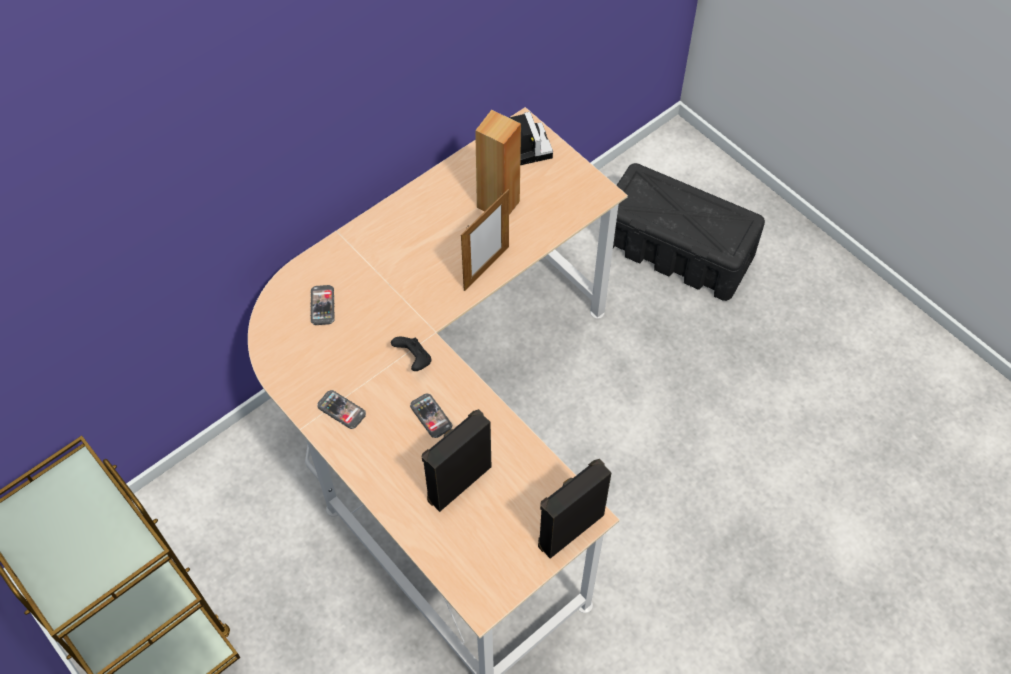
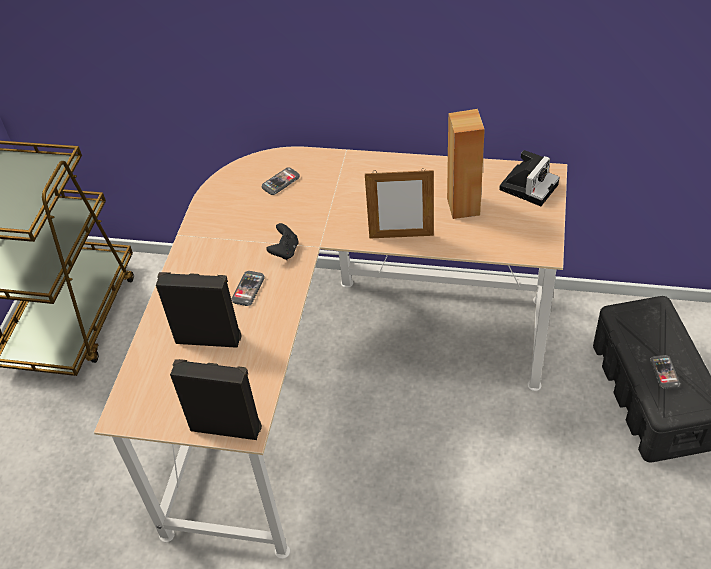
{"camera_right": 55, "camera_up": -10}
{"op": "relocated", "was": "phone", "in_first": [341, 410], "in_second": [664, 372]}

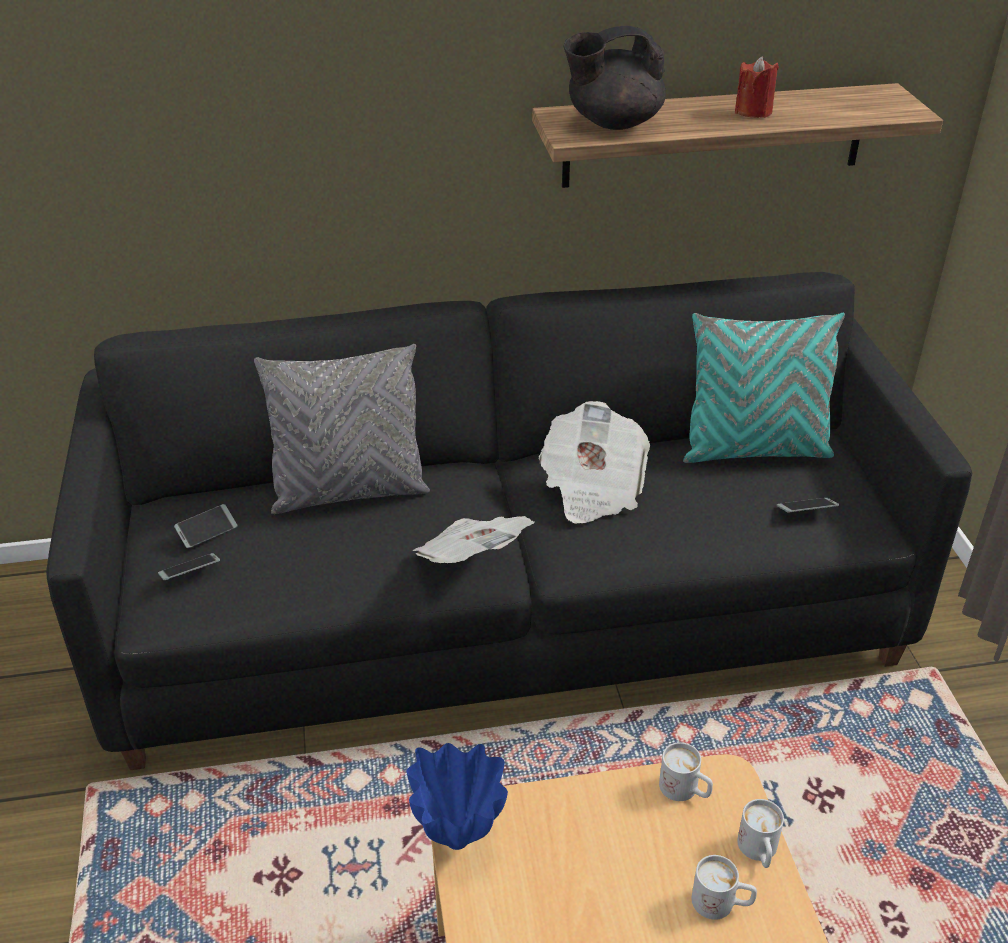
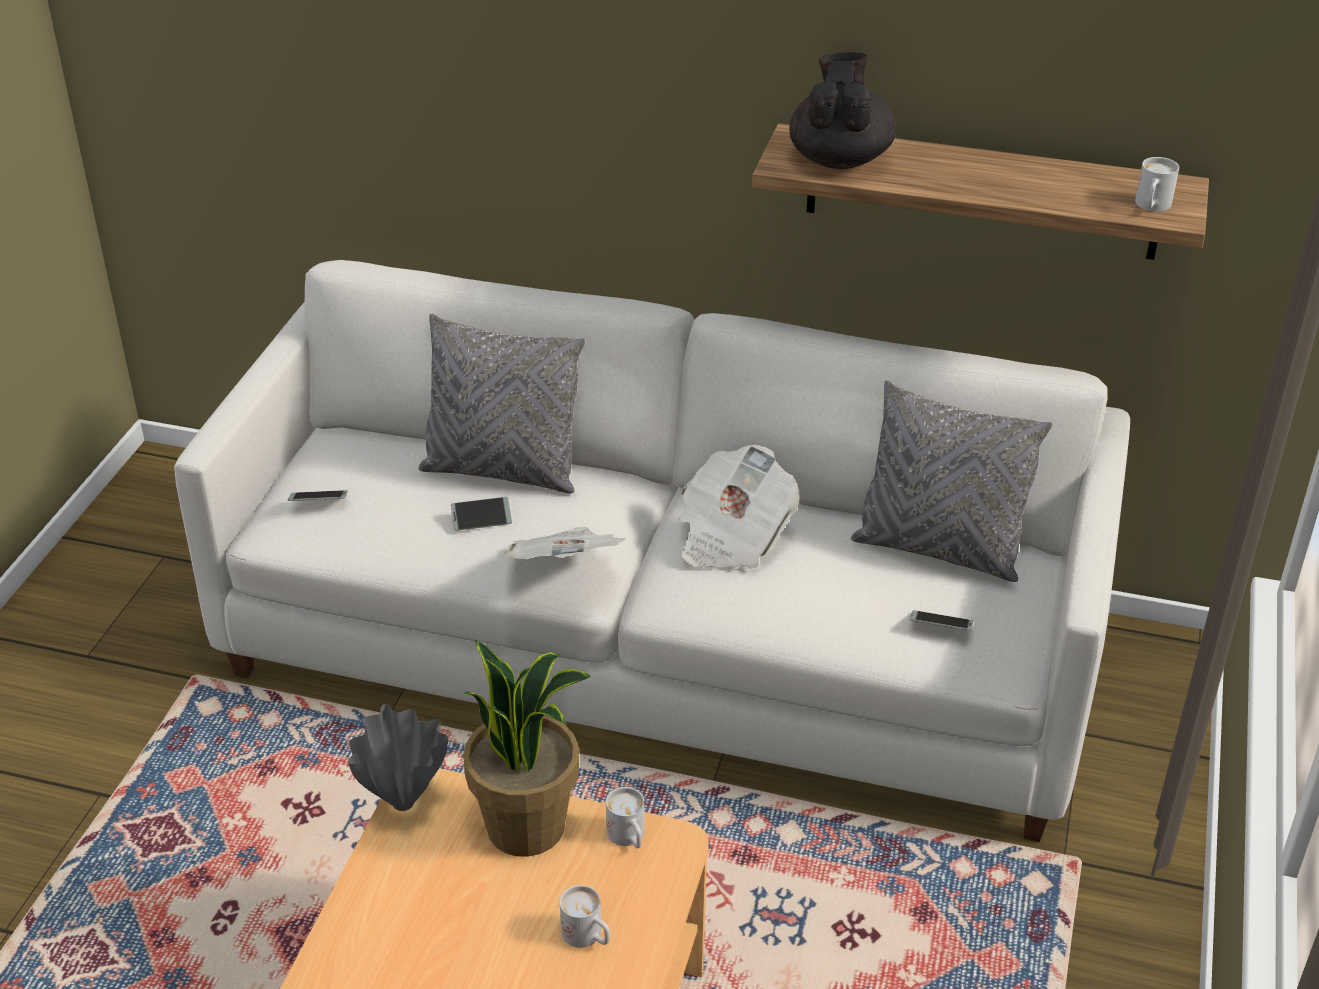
{"camera_right": 25, "camera_up": 0}
{"op": "missing", "was": "red candle", "in_first": [753, 111]}
{"op": "appeared", "now": "potted plant", "in_second": [527, 826]}
{"op": "relocated", "was": "phone", "in_first": [207, 531], "in_second": [481, 519]}
{"op": "relocated", "was": "whitish coffee mug", "in_first": [759, 852], "in_second": [1151, 207]}
{"op": "colour", "was": "black settee", "now": "whitish settee", "in_first": [506, 611], "in_second": [661, 649]}
{"op": "colour", "was": "blue flower vase", "now": "greyish flower vase", "in_first": [458, 841], "in_second": [403, 804]}
{"op": "colour", "was": "blue-green cushion", "now": "greyish cushion", "in_first": [754, 449], "in_second": [938, 549]}
{"op": "spun", "was": "black pot for tea", "in_first": [613, 123], "in_second": [839, 159], "clockwise": 90}

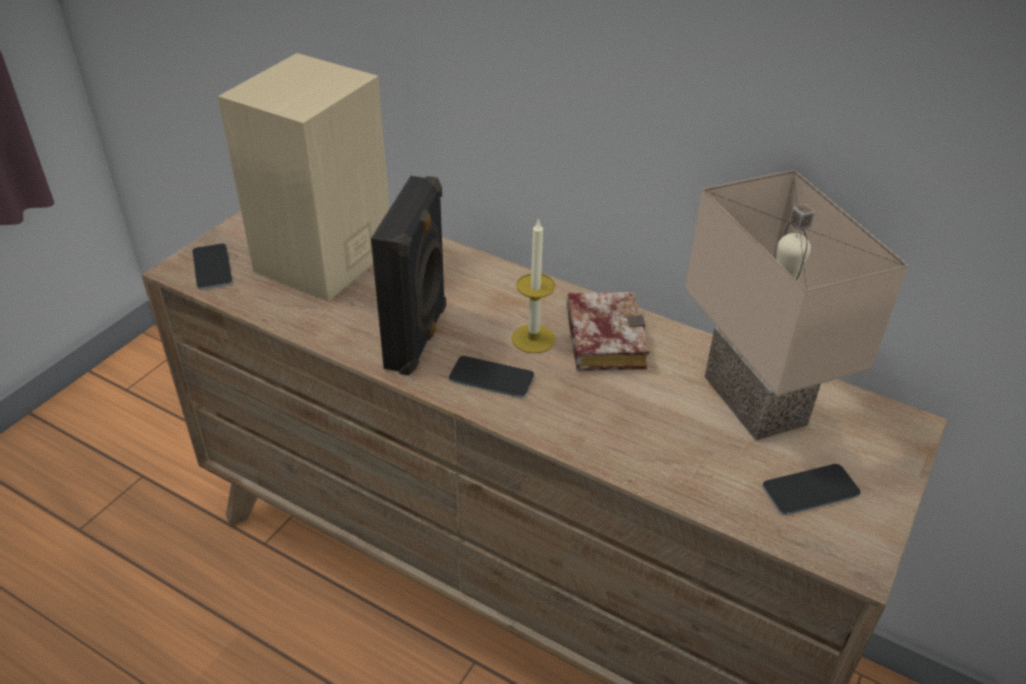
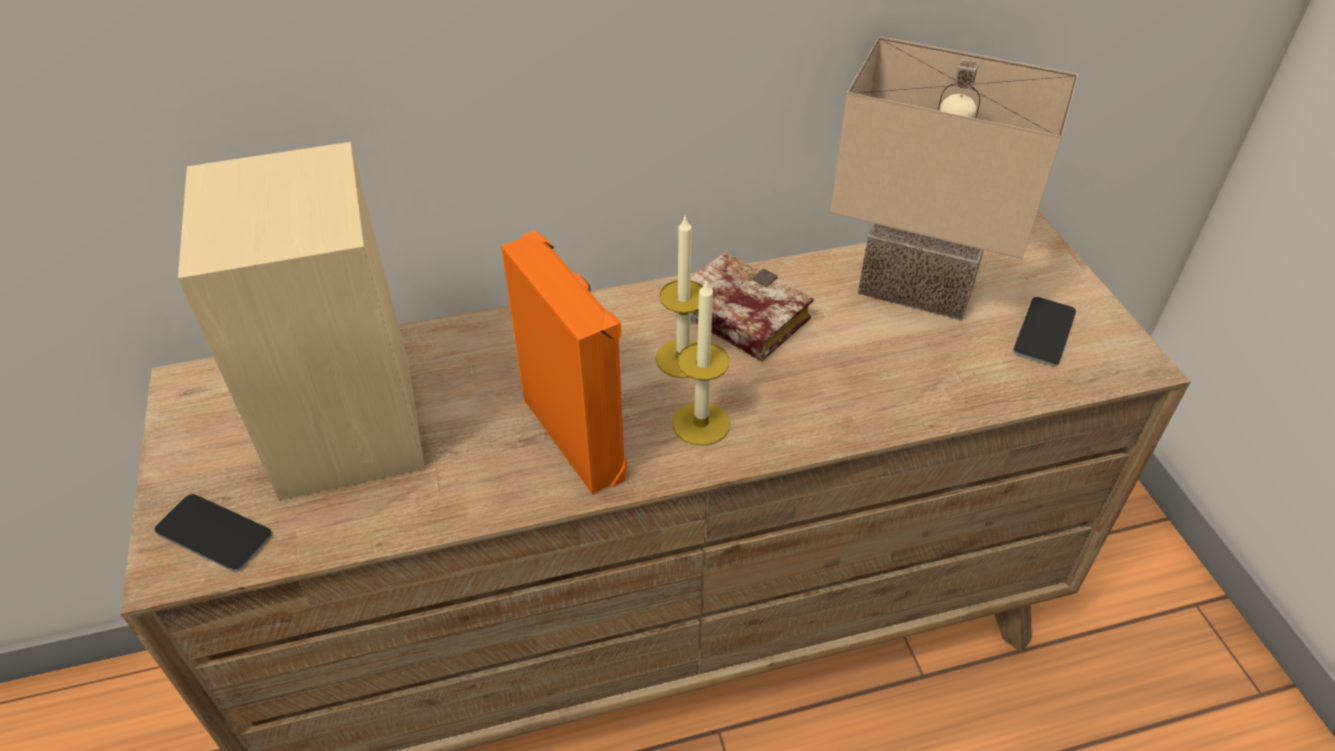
{"camera_right": -45, "camera_up": 5}
{"op": "exchanged", "was": "phone", "now": "candle", "in_first": [491, 377], "in_second": [701, 423]}
{"op": "colour", "was": "black audio speaker", "now": "orange-coloured audio speaker", "in_first": [418, 337], "in_second": [577, 436]}

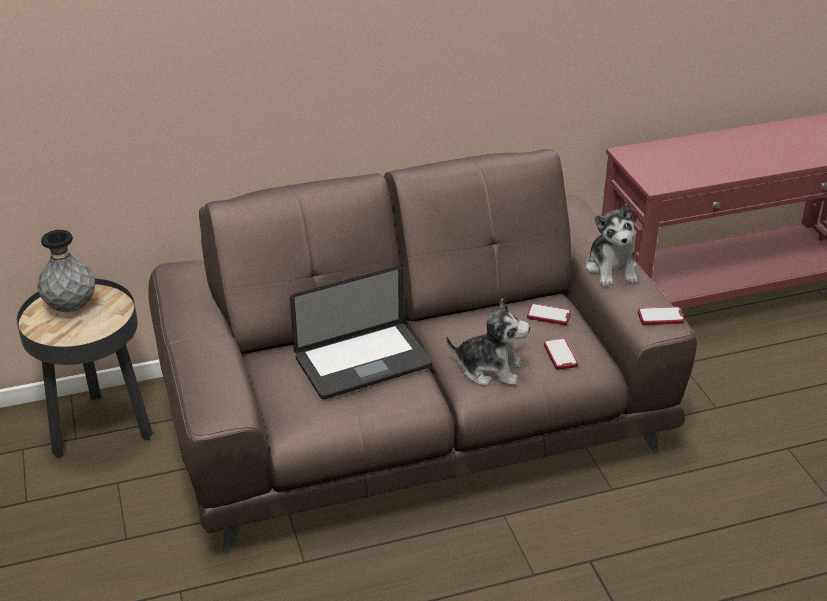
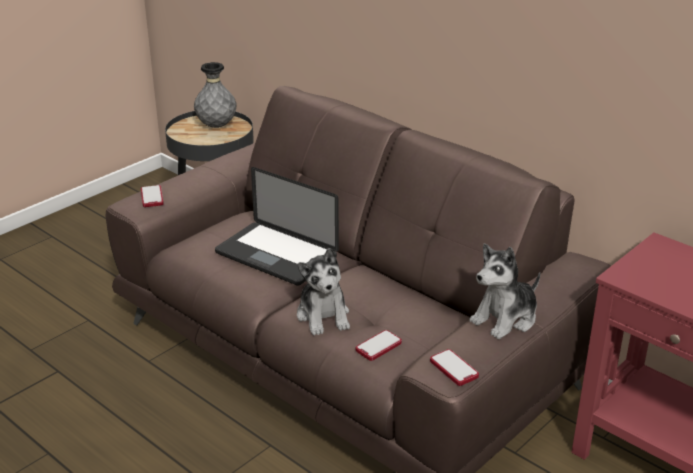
{"camera_right": 60, "camera_up": -5}
{"op": "relocated", "was": "phone", "in_first": [548, 316], "in_second": [152, 197]}

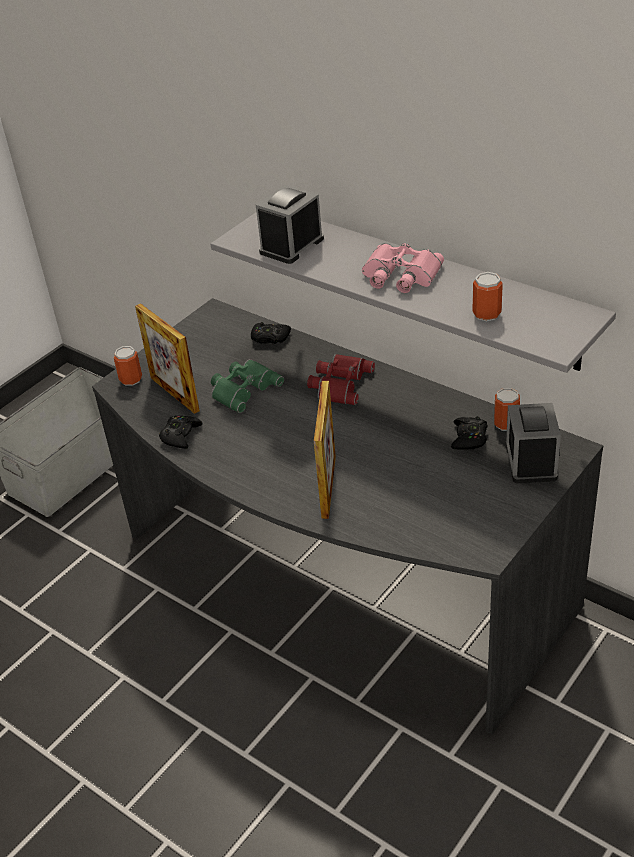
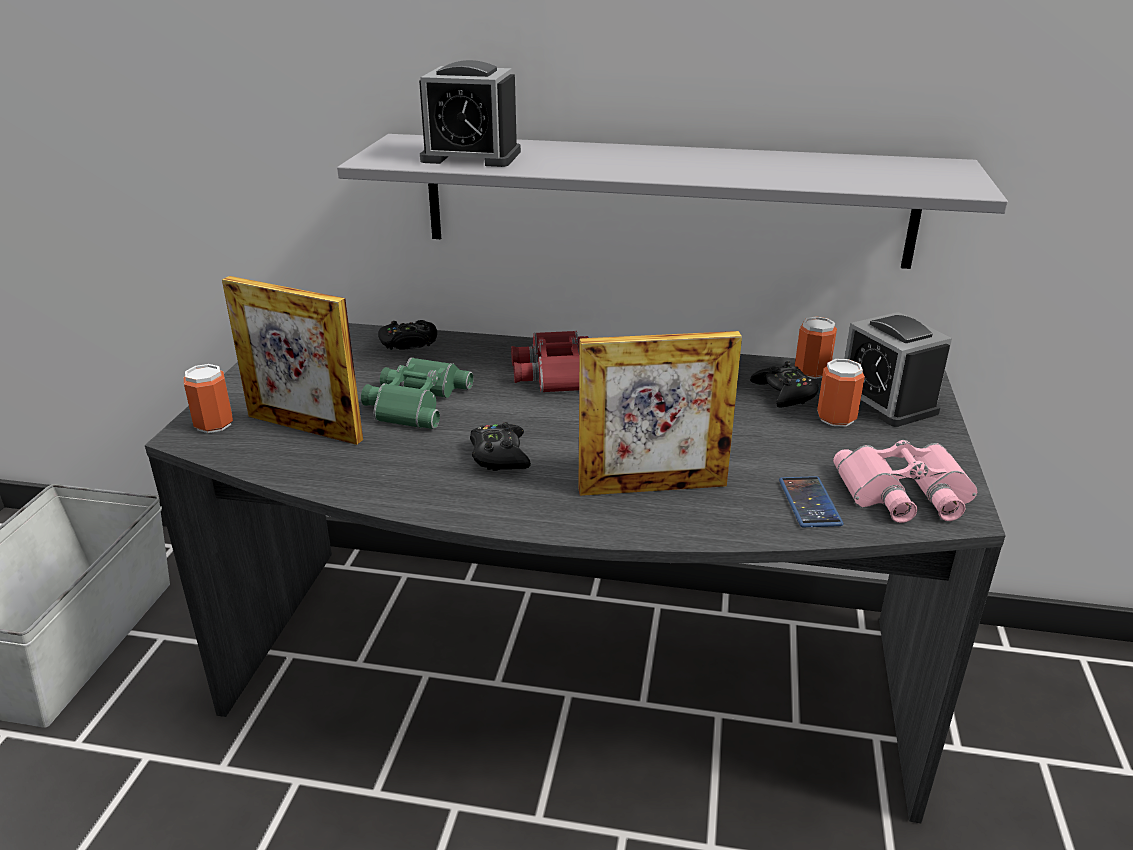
{"camera_right": -30, "camera_up": -10}
{"op": "appeared", "now": "phone", "in_second": [809, 503]}
{"op": "relocated", "was": "black game controller", "in_first": [180, 436], "in_second": [499, 455]}
{"op": "relocated", "was": "pink-coloured field glasses", "in_first": [399, 275], "in_second": [905, 494]}
{"op": "relocated", "was": "metal can", "in_first": [486, 314], "in_second": [836, 418]}
{"op": "spun", "was": "table clock", "in_first": [291, 245], "in_second": [471, 156], "clockwise": -90}
{"op": "spun", "was": "photo frame", "in_first": [328, 486], "in_second": [652, 487], "clockwise": 105}

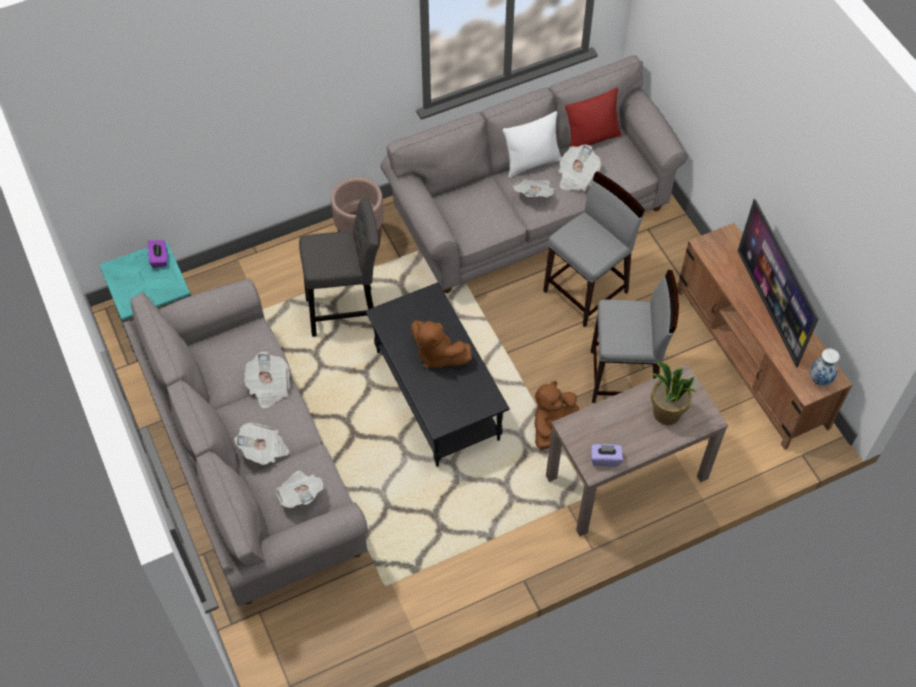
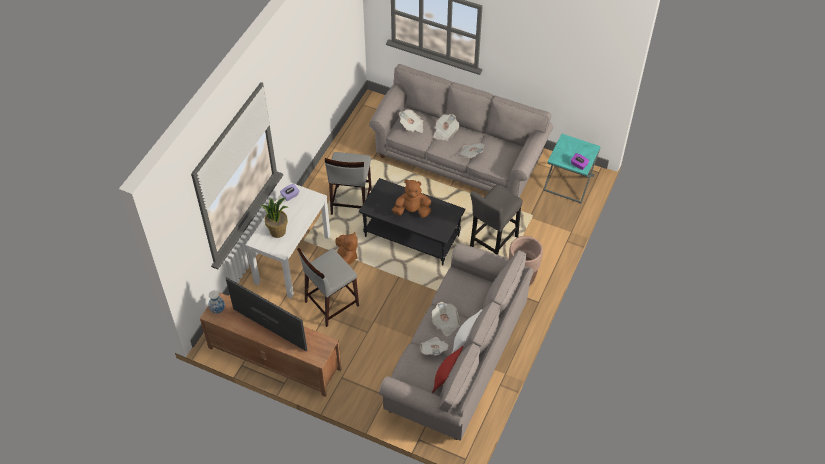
{"camera_right": 140, "camera_up": -5}
{"op": "relocated", "was": "greyish stool seat", "in_first": [587, 291], "in_second": [350, 202]}
{"op": "colour", "was": "brown-coloured console table", "now": "whitish console table", "in_first": [626, 478], "in_second": [293, 259]}

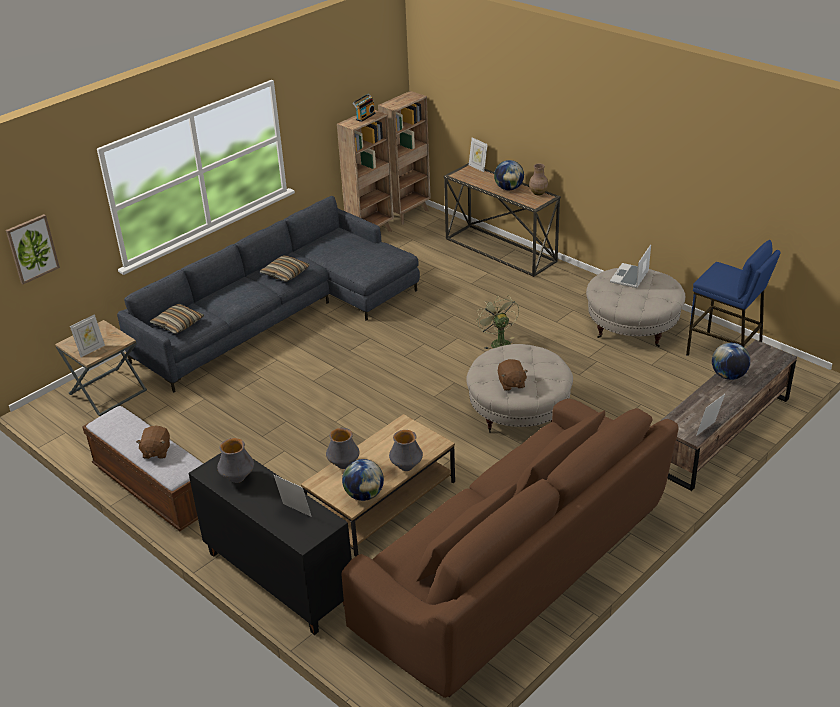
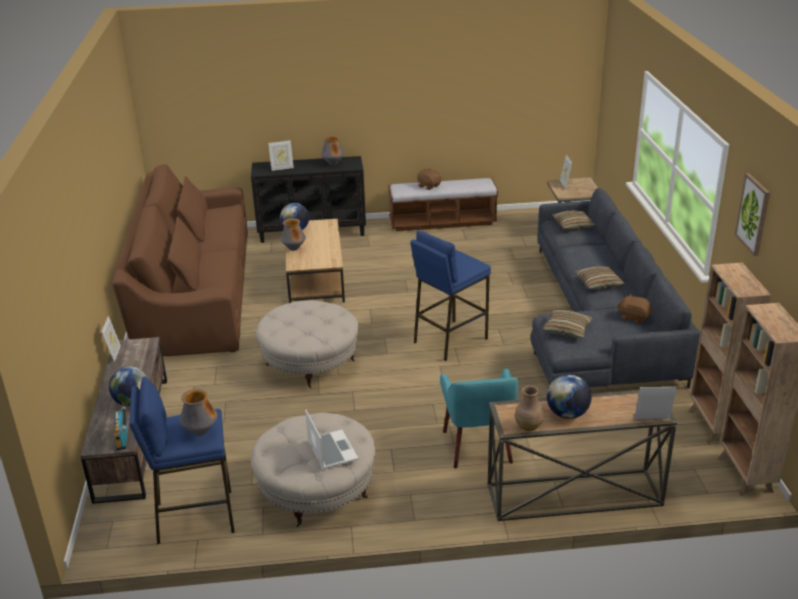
{"camera_right": 130, "camera_up": -5}
{"op": "missing", "was": "green cooling fan", "in_first": [498, 343]}
{"op": "appeared", "now": "blue stool seat", "in_second": [449, 340]}
{"op": "appeared", "now": "blue-green lounge chair", "in_second": [478, 447]}
{"op": "appeared", "now": "cushion", "in_second": [567, 329]}
{"op": "relocated", "was": "picture", "in_first": [32, 248], "in_second": [753, 214]}
{"op": "relocated", "was": "flower vase", "in_first": [343, 465], "in_second": [200, 432]}
{"op": "relocated", "was": "radio", "in_first": [365, 116], "in_second": [123, 439]}
{"op": "relocated", "was": "brown-coloured soft toy", "in_first": [511, 383], "in_second": [633, 318]}

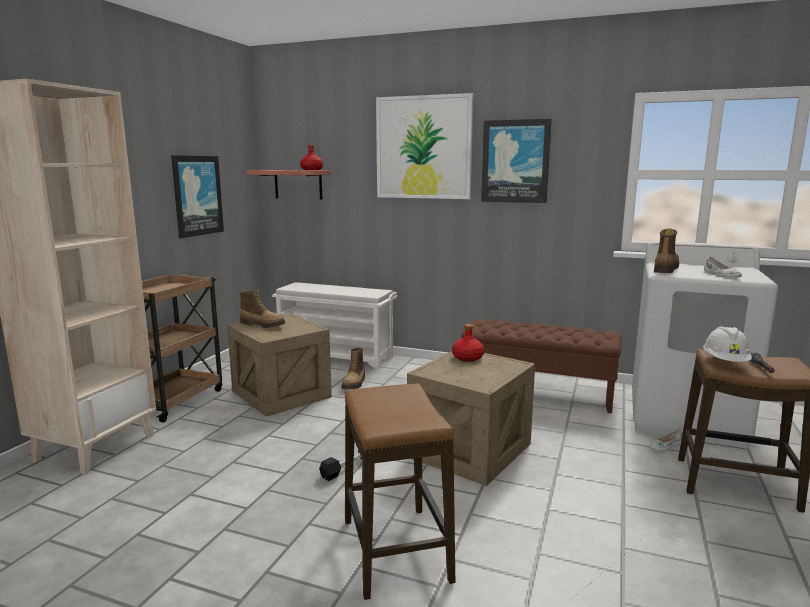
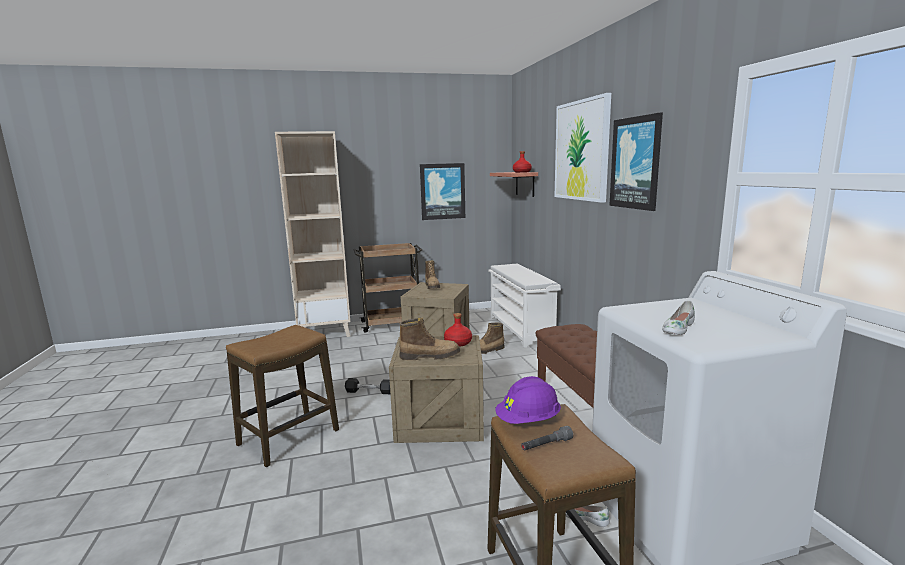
{"camera_right": 55, "camera_up": 0}
{"op": "relocated", "was": "boot", "in_first": [665, 269], "in_second": [430, 356]}
{"op": "colour", "was": "whitish safety helmet", "now": "purple-coloured safety helmet", "in_first": [725, 362], "in_second": [528, 421]}

